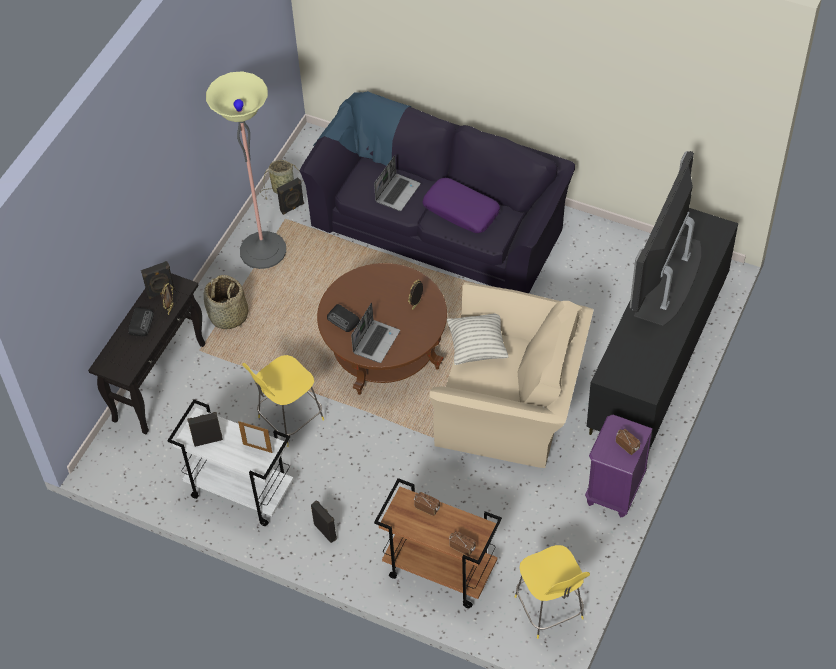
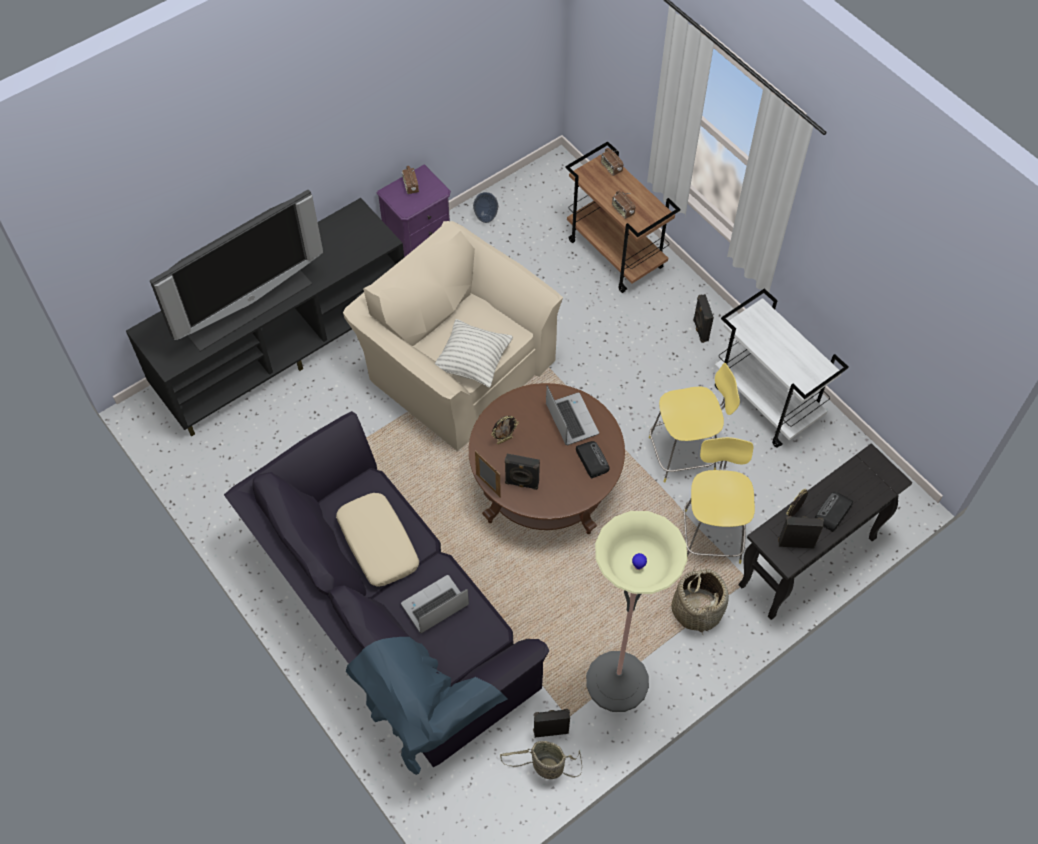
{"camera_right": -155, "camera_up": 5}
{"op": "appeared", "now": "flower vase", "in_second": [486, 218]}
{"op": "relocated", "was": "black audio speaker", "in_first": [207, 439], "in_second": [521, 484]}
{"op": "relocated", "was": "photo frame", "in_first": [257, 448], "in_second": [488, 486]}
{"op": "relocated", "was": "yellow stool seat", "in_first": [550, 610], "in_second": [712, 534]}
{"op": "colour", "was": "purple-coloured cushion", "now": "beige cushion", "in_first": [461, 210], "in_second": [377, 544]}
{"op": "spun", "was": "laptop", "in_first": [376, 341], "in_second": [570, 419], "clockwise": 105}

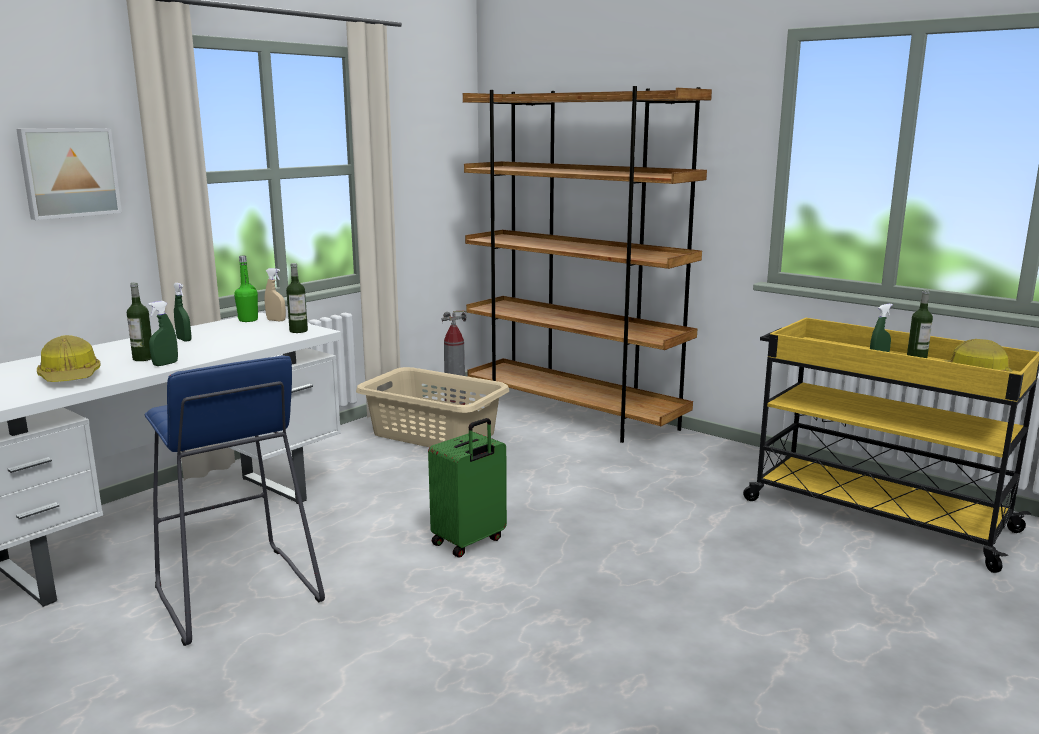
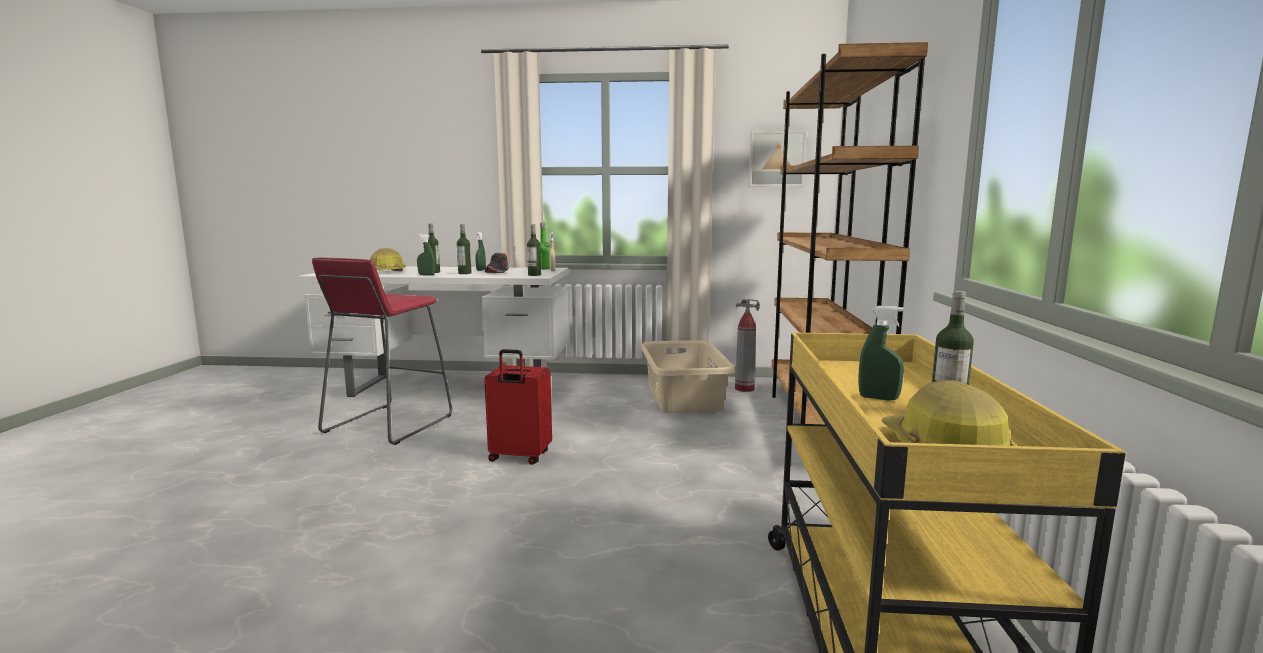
{"camera_right": 55, "camera_up": -5}
{"op": "appeared", "now": "bottle", "in_second": [464, 273]}
{"op": "appeared", "now": "low shoe", "in_second": [498, 272]}
{"op": "relocated", "was": "picture", "in_first": [69, 172], "in_second": [776, 159]}
{"op": "colour", "was": "blue stool seat", "now": "red stool seat", "in_first": [236, 594], "in_second": [387, 424]}
{"op": "colour", "was": "green piece of luggage", "now": "red piece of luggage", "in_first": [469, 542], "in_second": [519, 457]}

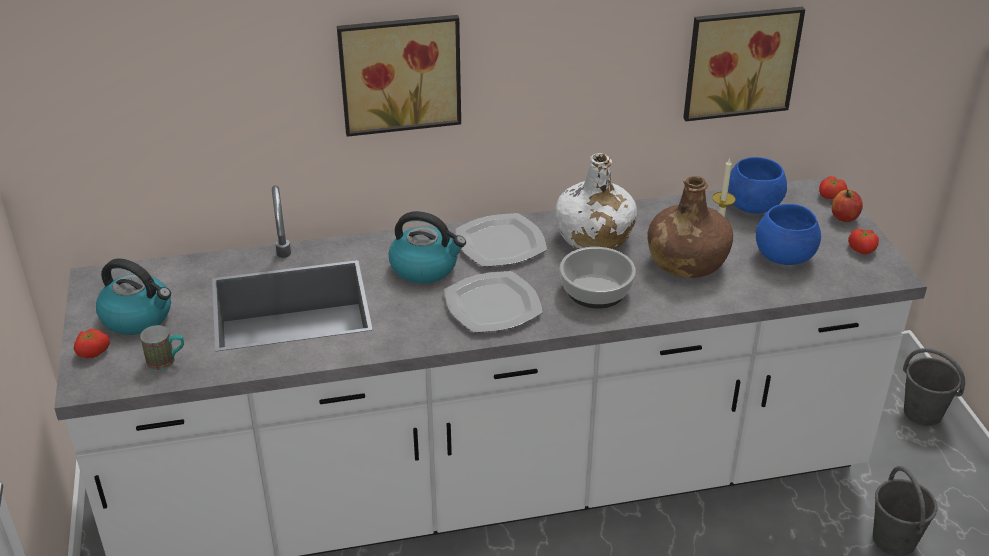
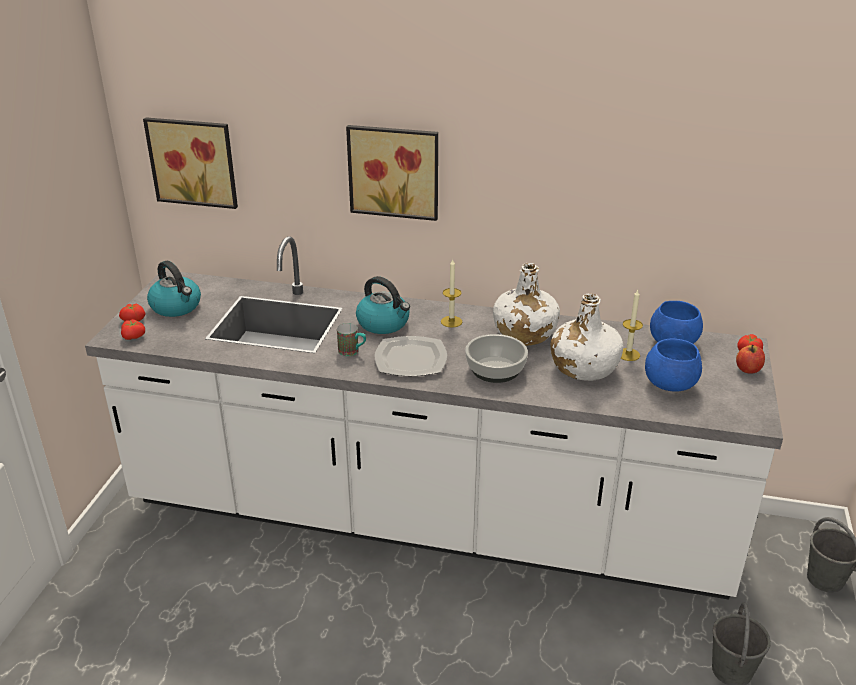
{"camera_right": 25, "camera_up": -5}
{"op": "relocated", "was": "coffee mug", "in_first": [167, 361], "in_second": [352, 352]}
{"op": "relocated", "was": "picture", "in_first": [739, 61], "in_second": [194, 161]}
{"op": "relocated", "was": "fresh tomato", "in_first": [862, 249], "in_second": [134, 336]}
{"op": "exchanged", "was": "plate", "now": "candle", "in_first": [501, 243], "in_second": [451, 321]}
{"op": "colour", "was": "brown-coloured bottle", "now": "whitish bottle", "in_first": [686, 261], "in_second": [584, 368]}

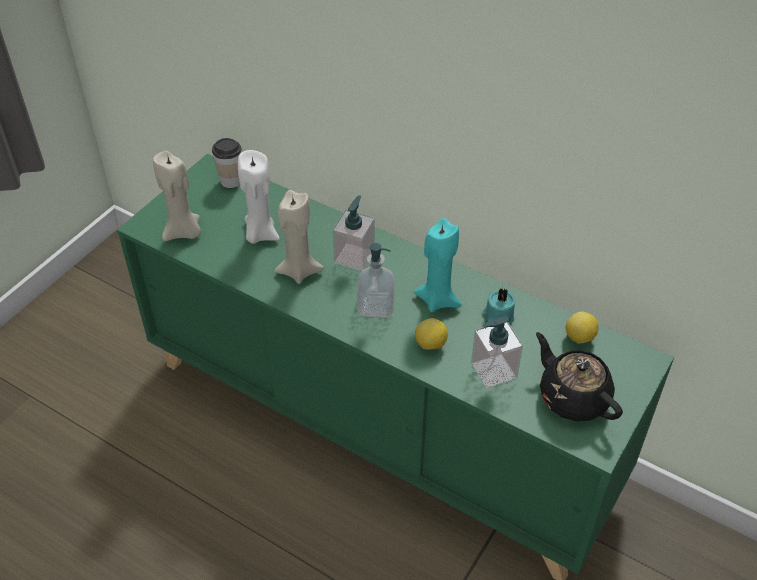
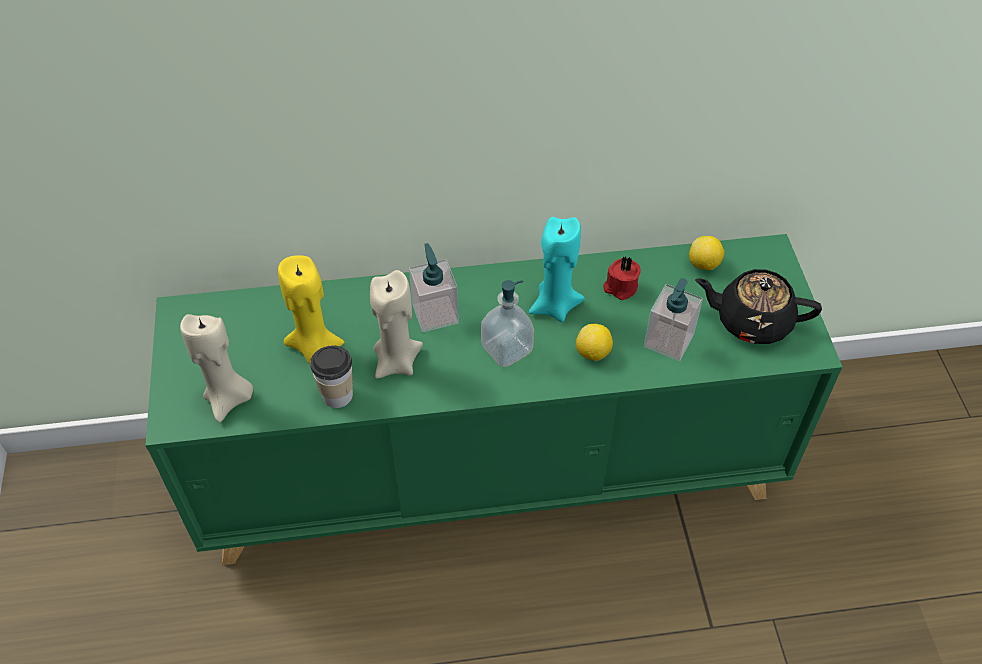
{"camera_right": -40, "camera_up": 5}
{"op": "relocated", "was": "small cup", "in_first": [231, 181], "in_second": [337, 395]}
{"op": "colour", "was": "whitish candle", "now": "yellow candle", "in_first": [260, 234], "in_second": [314, 349]}
{"op": "colour", "was": "blue-green candle", "now": "red candle", "in_first": [498, 315], "in_second": [620, 287]}

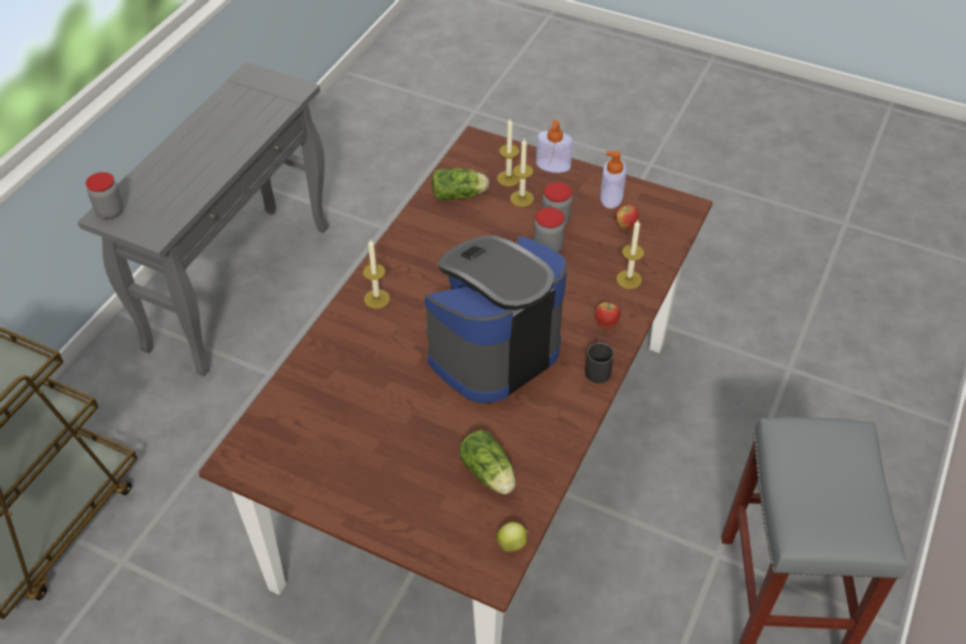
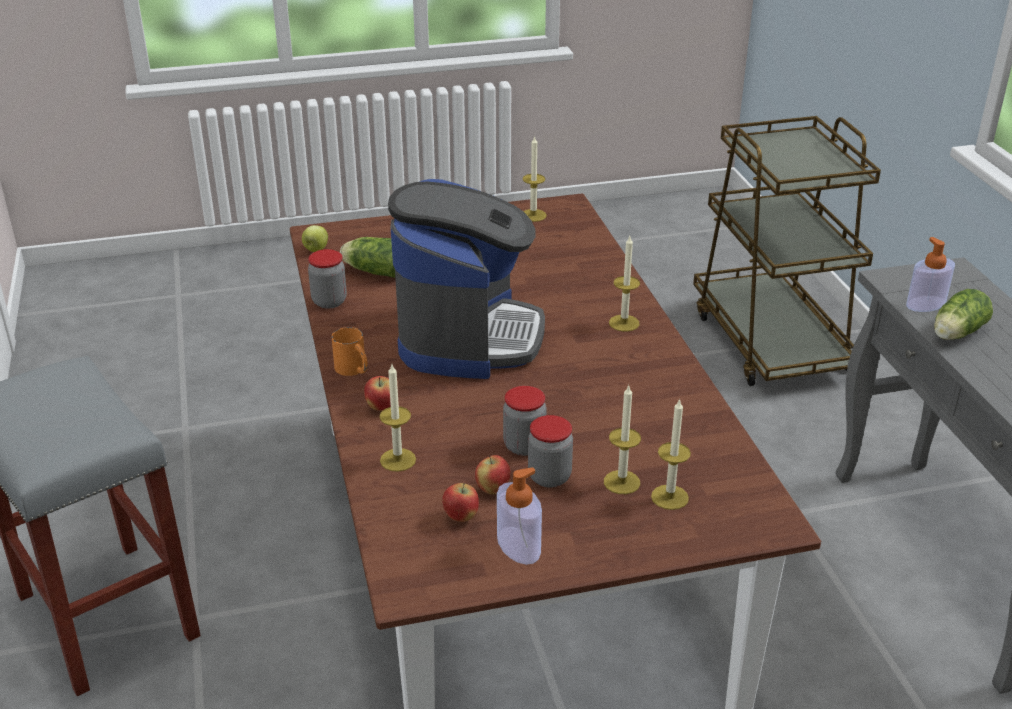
{"camera_right": 140, "camera_up": -15}
{"op": "appeared", "now": "apple fruit", "in_second": [493, 489]}
{"op": "appeared", "now": "candle", "in_second": [533, 215]}
{"op": "relocated", "was": "preserve jar", "in_first": [110, 211], "in_second": [329, 301]}
{"op": "relocated", "was": "lettuce", "in_first": [460, 195], "in_second": [955, 334]}
{"op": "relocated", "was": "soap dispenser", "in_first": [553, 165], "in_second": [926, 304]}
{"op": "colour", "was": "black coffee mug", "now": "orange-coloured coffee mug", "in_first": [597, 368], "in_second": [354, 369]}

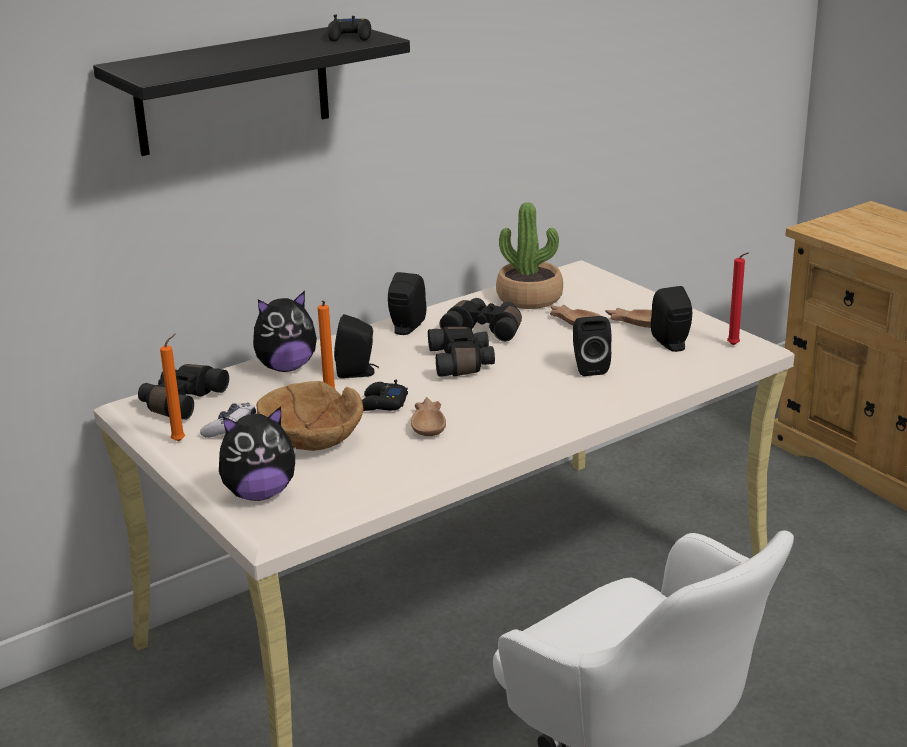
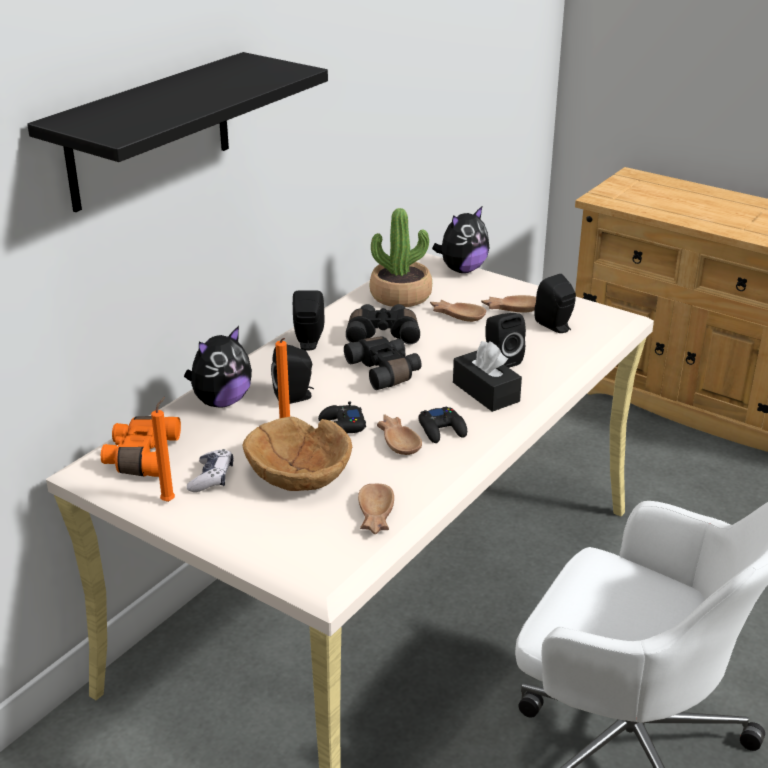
{"camera_right": -20, "camera_up": 5}
{"op": "missing", "was": "red candle", "in_first": [734, 346]}
{"op": "appeared", "now": "brown-coloured serving bowl", "in_second": [374, 516]}
{"op": "appeared", "now": "black tissue box", "in_second": [485, 392]}
{"op": "relocated", "was": "soft toy", "in_first": [259, 493], "in_second": [462, 269]}
{"op": "relocated", "was": "black game controller", "in_first": [350, 37], "in_second": [442, 430]}
{"op": "colour", "was": "black field glasses", "now": "orange-coloured field glasses", "in_first": [181, 402], "in_second": [140, 457]}

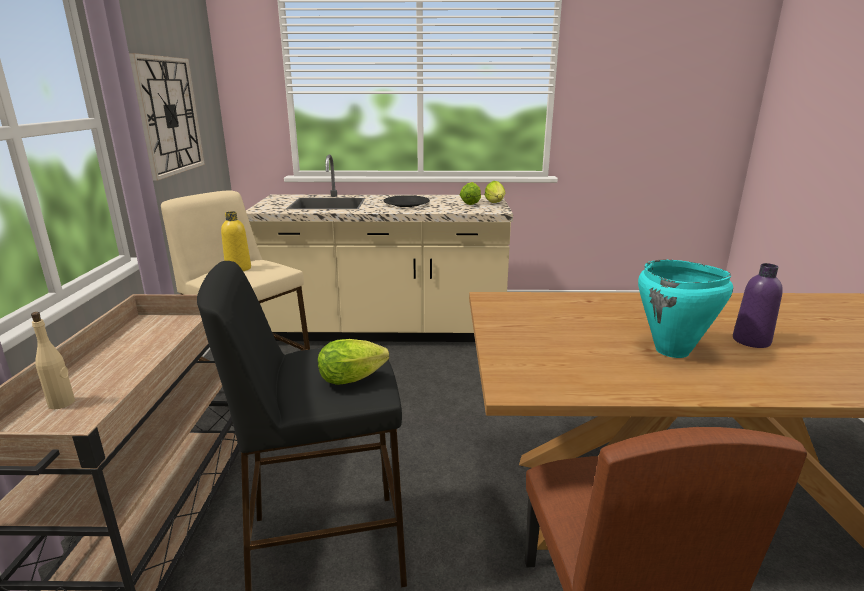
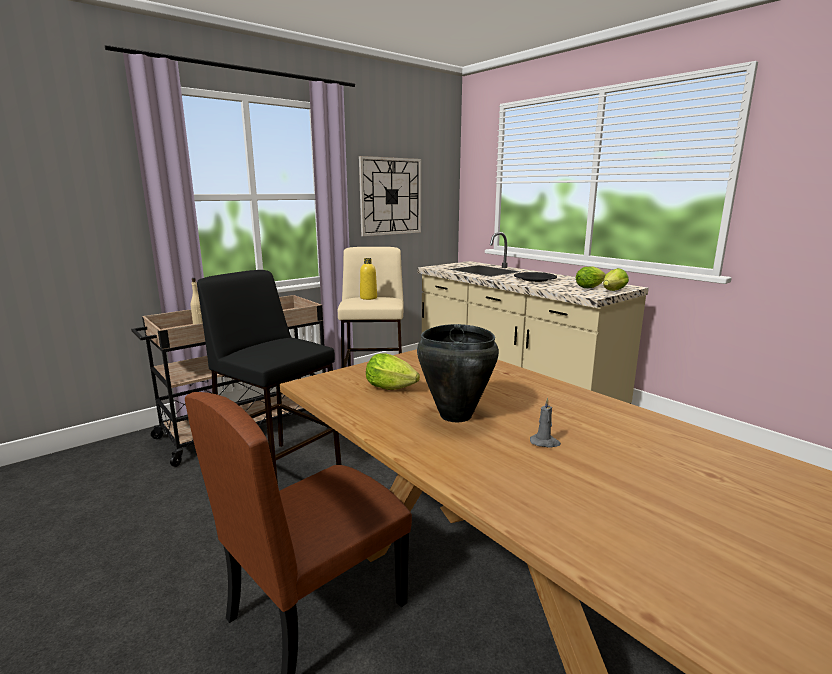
{"camera_right": 50, "camera_up": -5}
{"op": "relocated", "was": "lettuce", "in_first": [355, 378], "in_second": [393, 389]}
{"op": "exchanged", "was": "purple-coloured bottle", "now": "greyish candle", "in_first": [751, 341], "in_second": [545, 442]}
{"op": "colour", "was": "blue-green cooking pot", "now": "black cooking pot", "in_first": [672, 351], "in_second": [455, 415]}

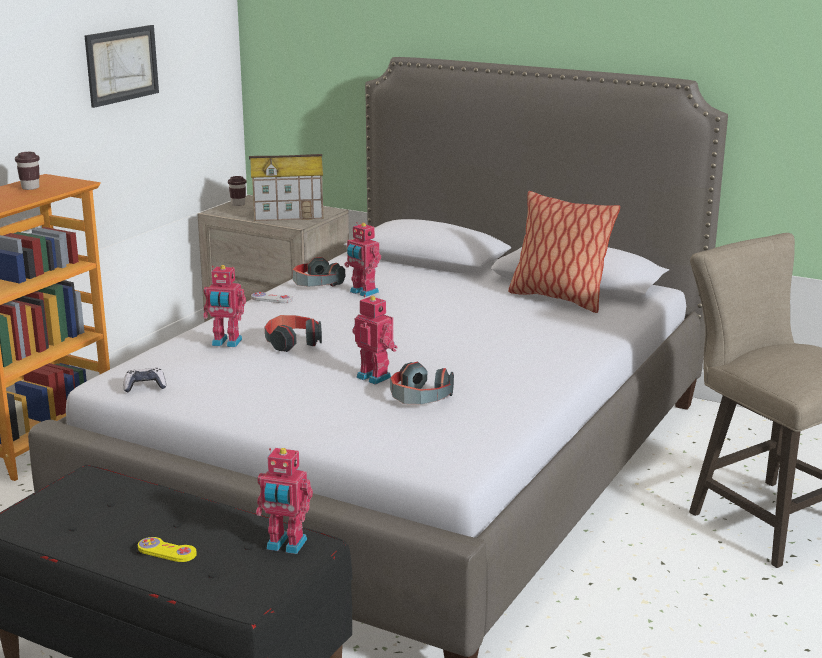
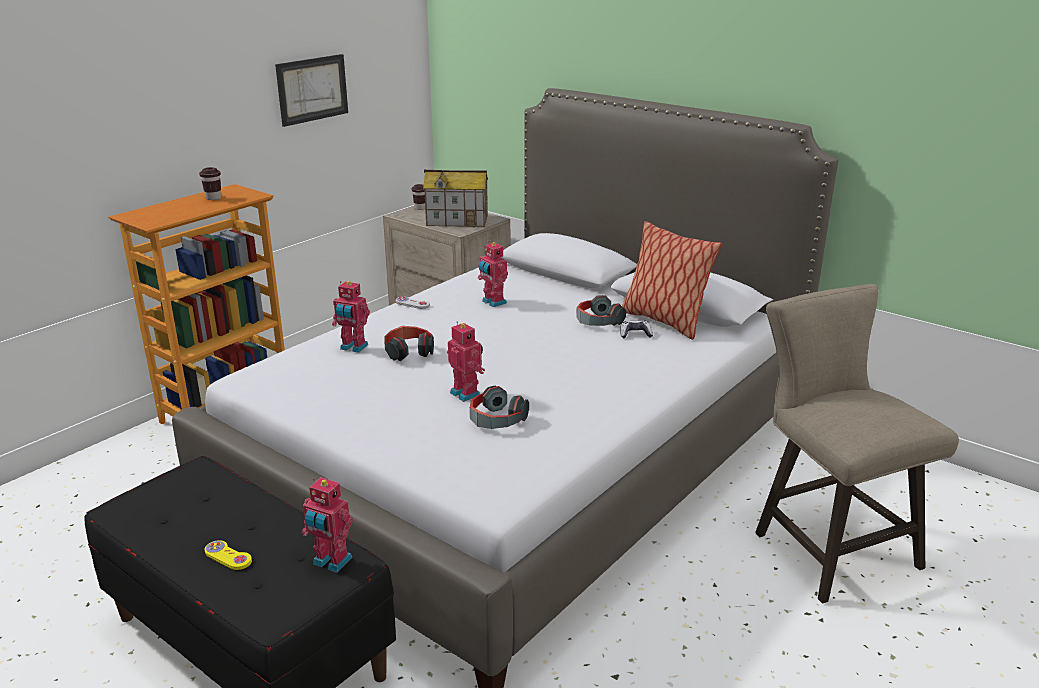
{"camera_right": 10, "camera_up": 5}
{"op": "relocated", "was": "game controller", "in_first": [145, 386], "in_second": [635, 334]}
{"op": "relocated", "was": "pair of headphones", "in_first": [316, 284], "in_second": [598, 321]}

